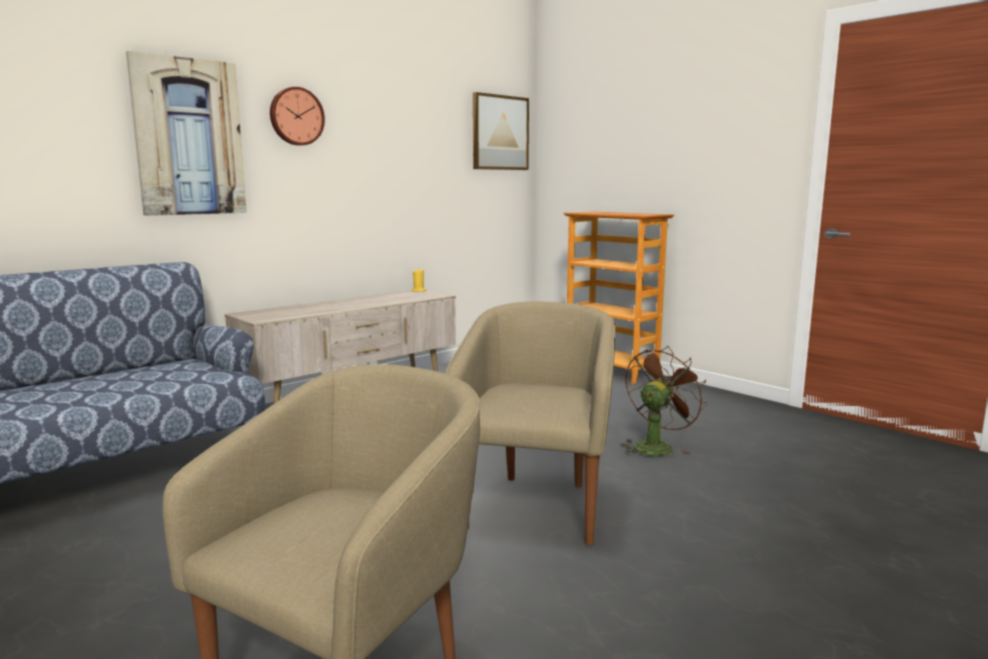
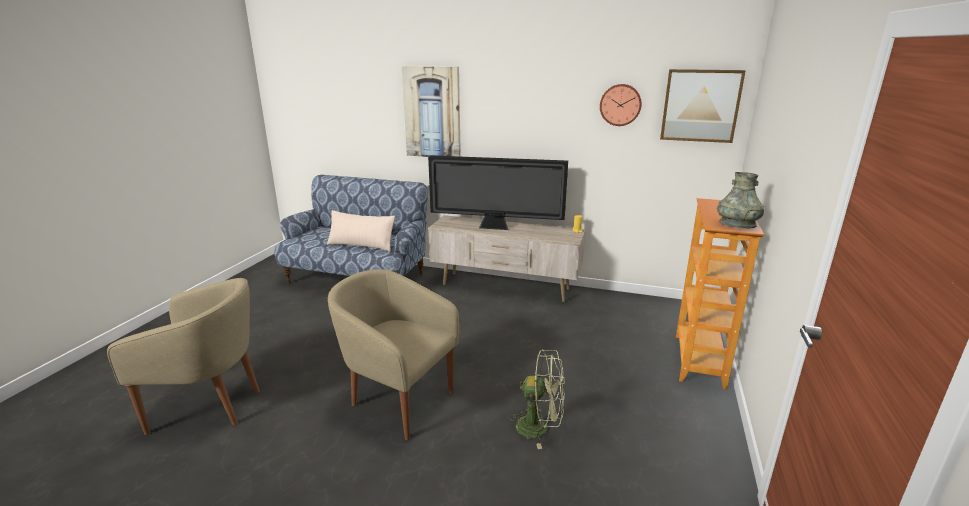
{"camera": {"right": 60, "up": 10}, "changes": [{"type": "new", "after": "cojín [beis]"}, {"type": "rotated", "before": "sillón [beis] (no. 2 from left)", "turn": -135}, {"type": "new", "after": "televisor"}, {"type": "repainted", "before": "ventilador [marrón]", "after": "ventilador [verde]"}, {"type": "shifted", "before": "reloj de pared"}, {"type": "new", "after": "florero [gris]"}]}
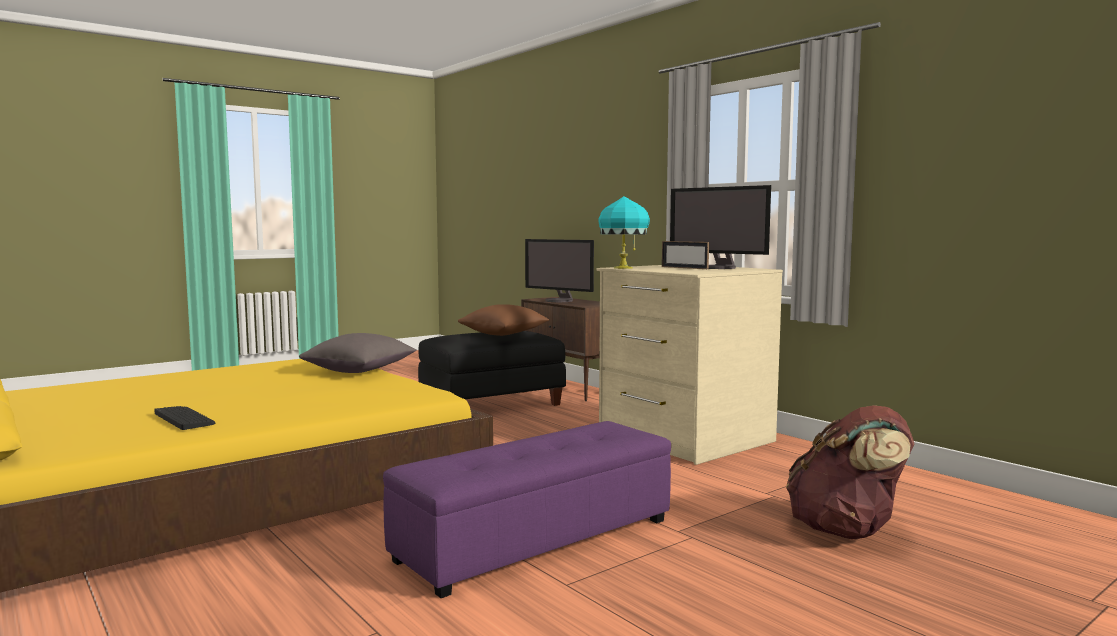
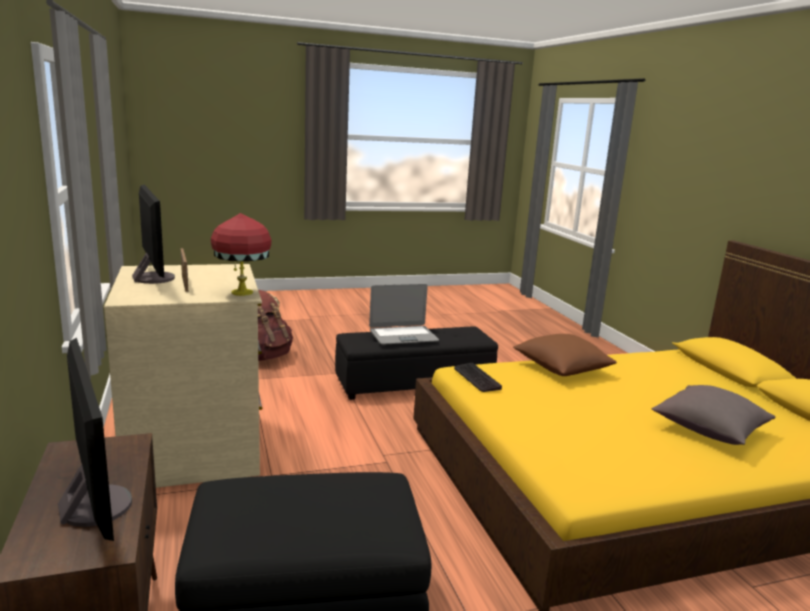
{"camera": {"right": -160, "up": 10}, "changes": [{"type": "repainted", "before": "lámpara de mesa [turquesa]", "after": "lámpara de mesa [rojo]"}, {"type": "repainted", "before": "puf [morado]", "after": "puf [negro] (no. 2 from left)"}, {"type": "new", "after": "portátil"}, {"type": "shifted", "before": "teclado"}, {"type": "shifted", "before": "cojín [marrón]"}, {"type": "shifted", "before": "cojín [gris]"}]}
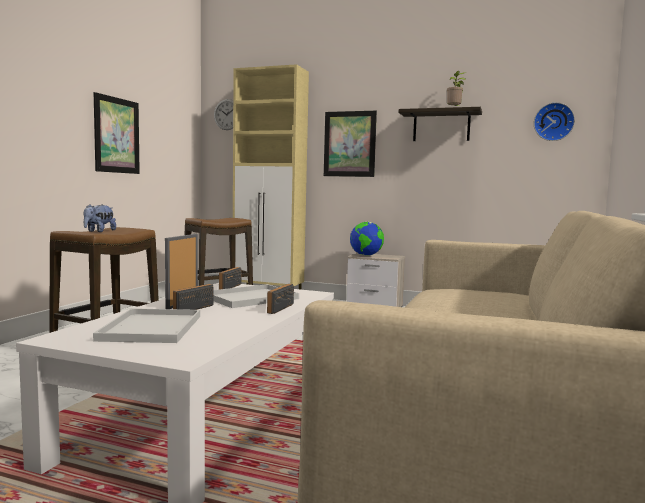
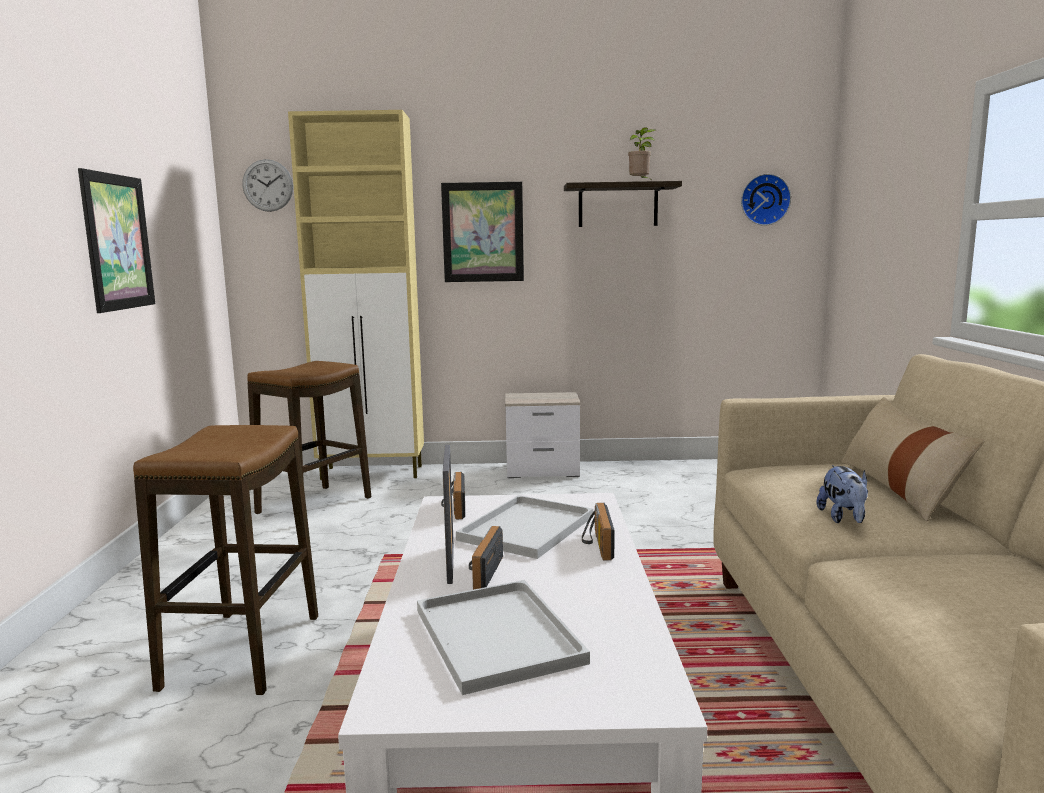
{"camera": {"right": -20, "up": 5}, "changes": [{"type": "shifted", "before": "peluche"}, {"type": "new", "after": "cojín [beis]"}, {"type": "gone", "before": "globo terráqueo"}]}
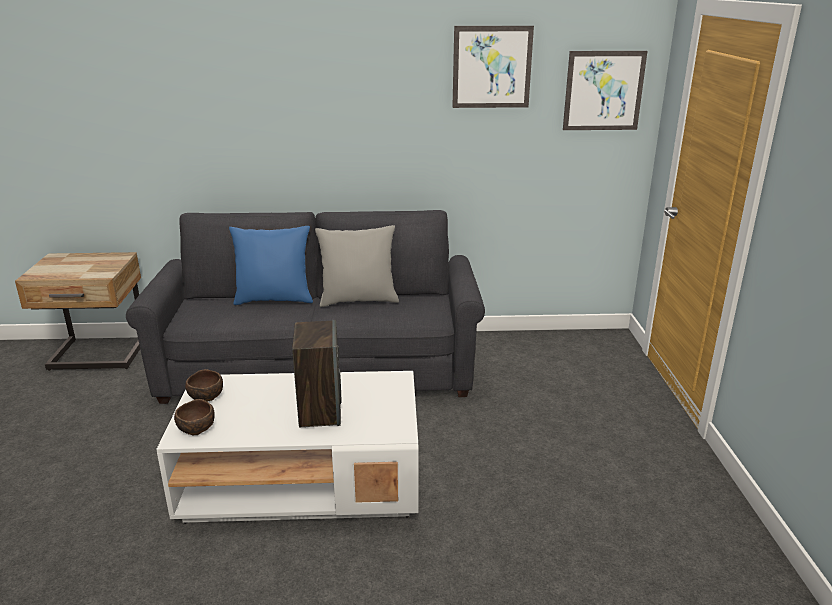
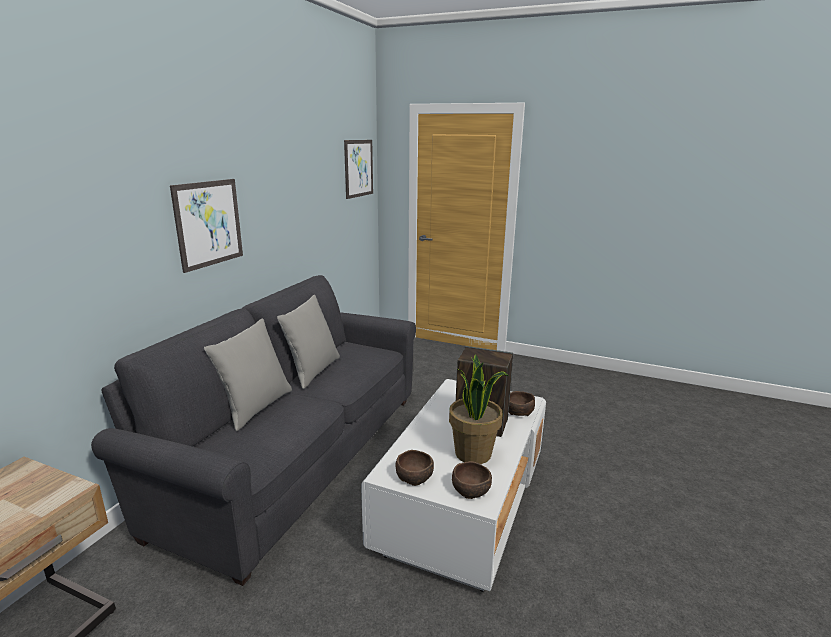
{"camera": {"right": -65, "up": -5}, "changes": [{"type": "shifted", "before": "cuadro (no. 1 from left)"}, {"type": "repainted", "before": "cojín [azul]", "after": "cojín [gris] (no. 1 from left)"}, {"type": "new", "after": "planta en maceta"}, {"type": "new", "after": "cuenco [marrón] (no. 3 from left)"}]}
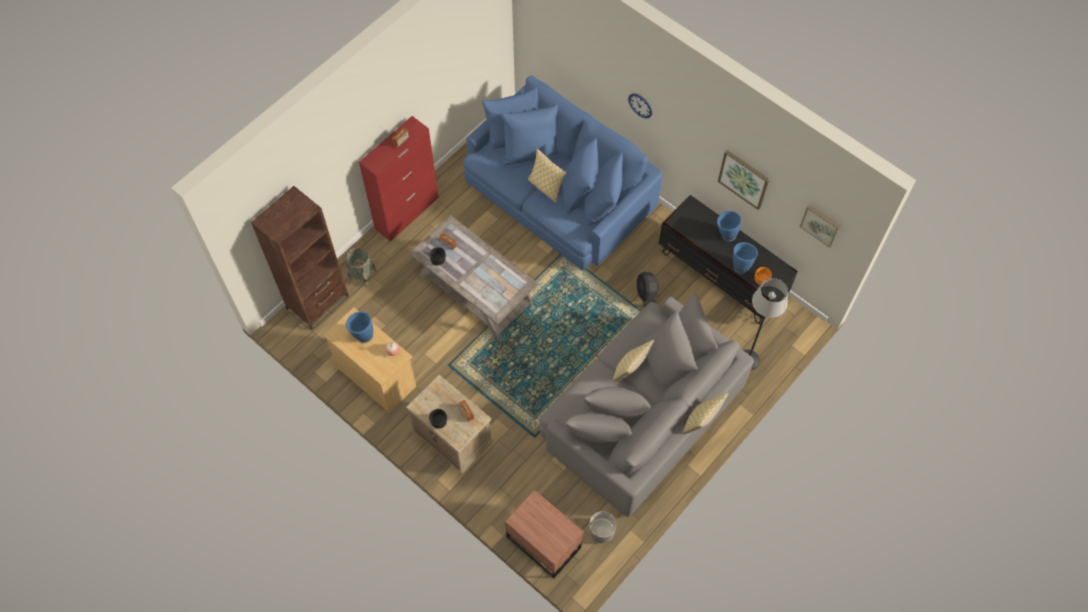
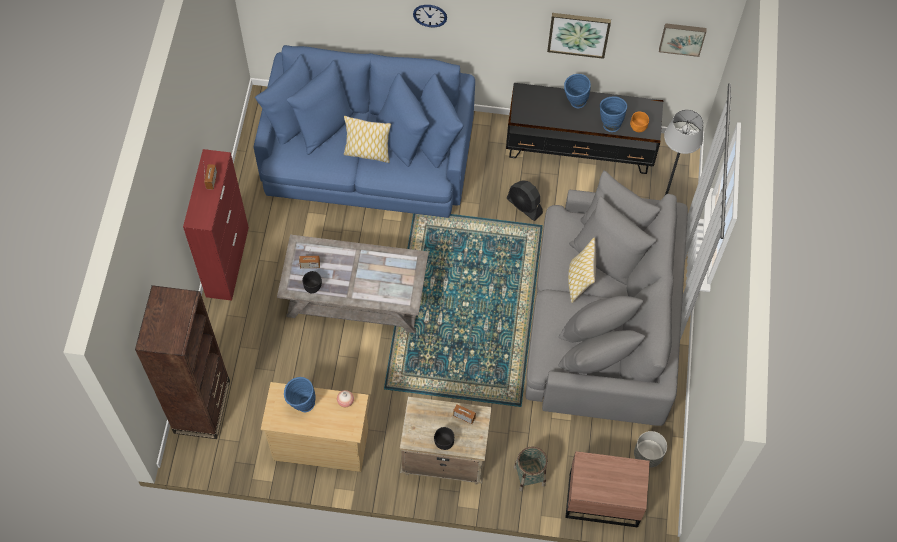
{"camera": {"right": -35, "up": 0}, "changes": [{"type": "shifted", "before": "cesta"}, {"type": "gone", "before": "cojín (no. 3 from left)"}]}
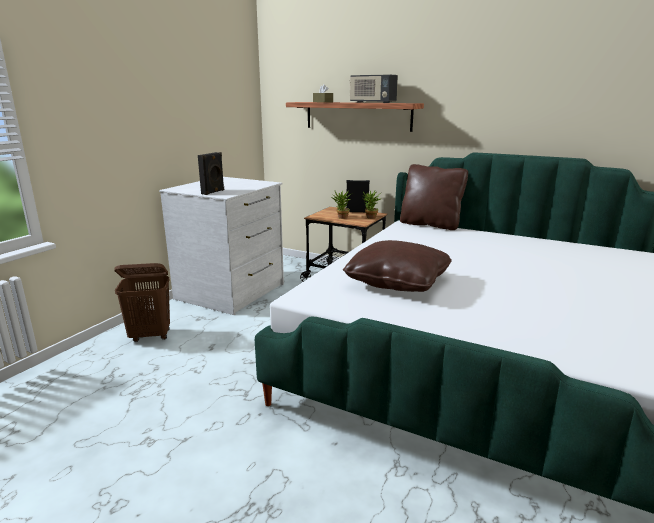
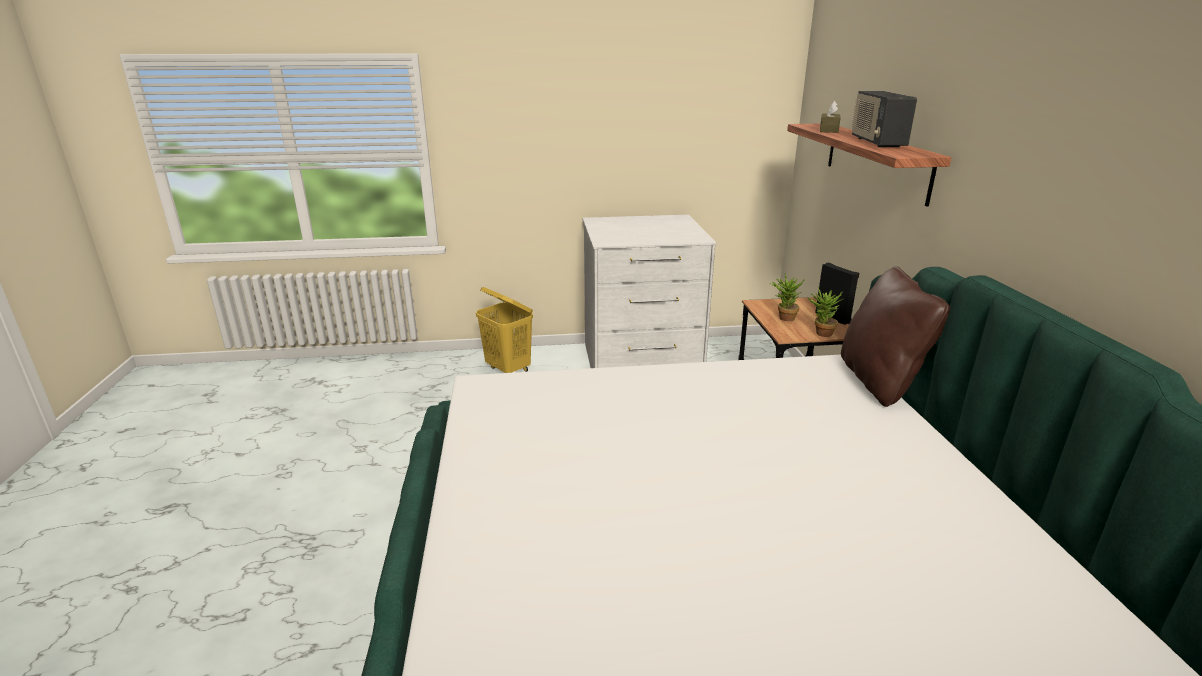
{"camera": {"right": 55, "up": 5}, "changes": [{"type": "repainted", "before": "cesto de la ropa [marrón]", "after": "cesto de la ropa [amarillo]"}, {"type": "gone", "before": "altavoz [negro] (no. 1 from left)"}, {"type": "gone", "before": "cojín [marrón] (no. 1 from left)"}]}
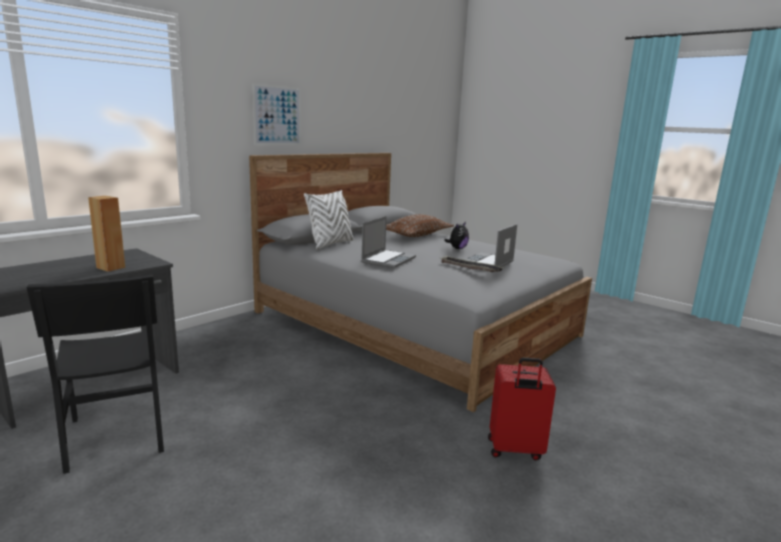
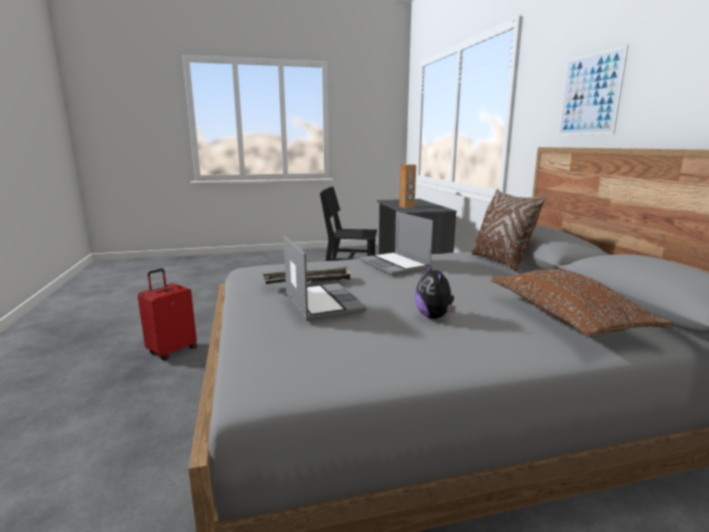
{"camera": {"right": 125, "up": 0}, "changes": [{"type": "repainted", "before": "cojín [blanco]", "after": "cojín [marrón] (no. 1 from left)"}]}
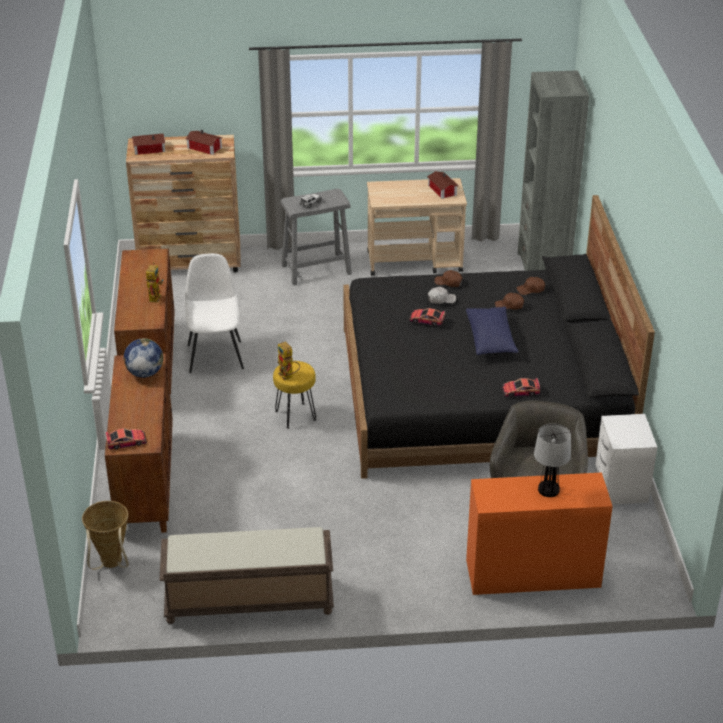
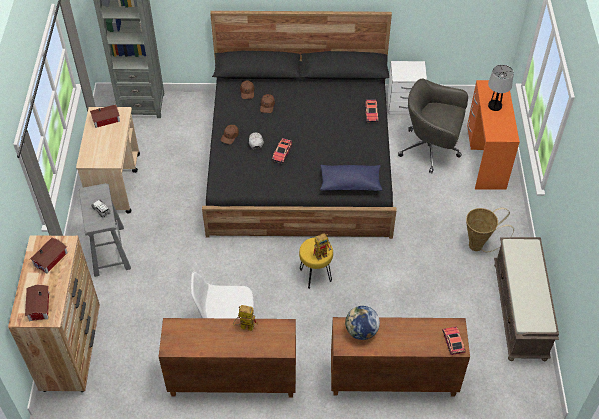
{"camera": {"right": -85, "up": 15}, "changes": [{"type": "shifted", "before": "cojín [azul]"}, {"type": "shifted", "before": "cesta"}]}
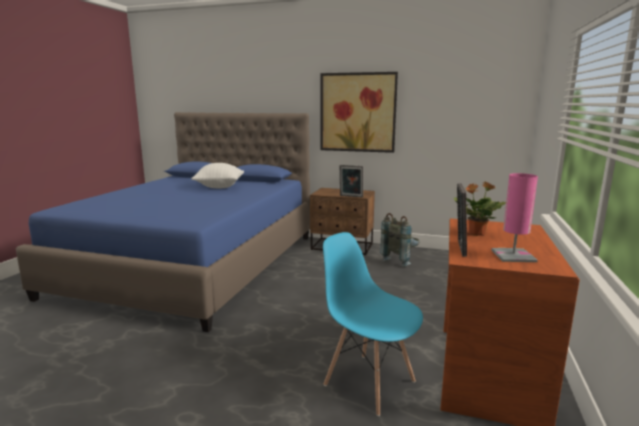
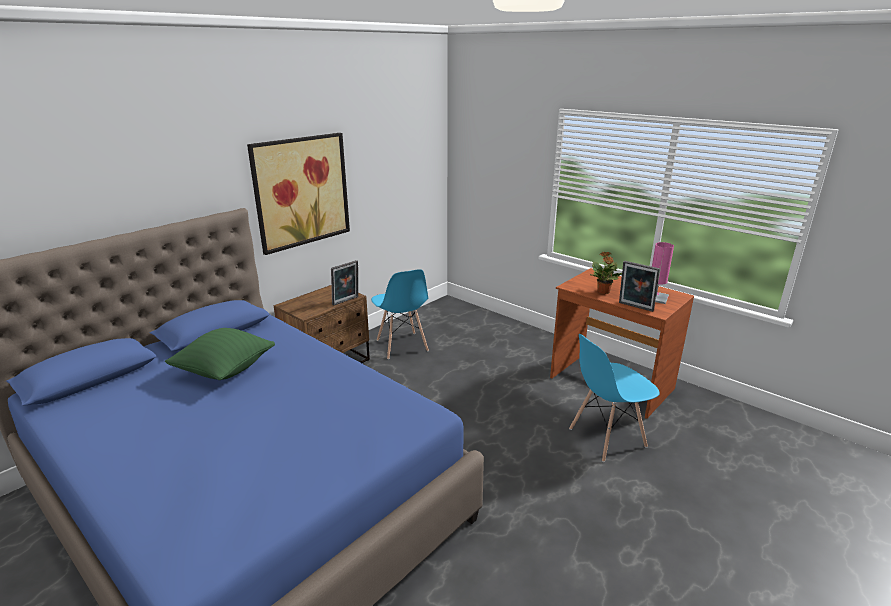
{"camera": {"right": -65, "up": 10}, "changes": [{"type": "repainted", "before": "cojín [blanco]", "after": "cojín [verde]"}, {"type": "swapped", "before": "mochila [gris]", "after": "silla [azul] (no. 1 from left)"}]}
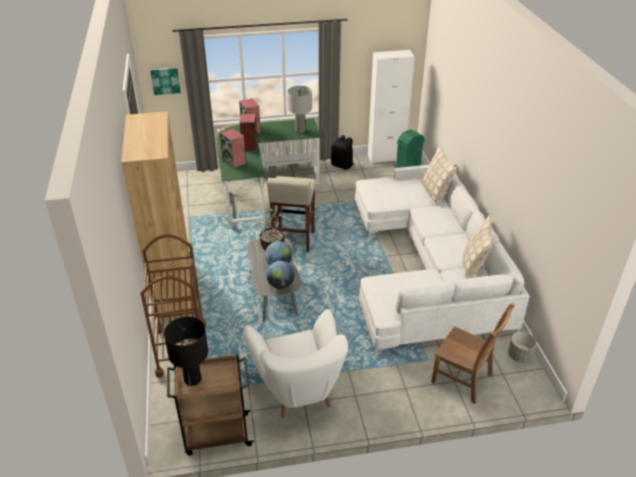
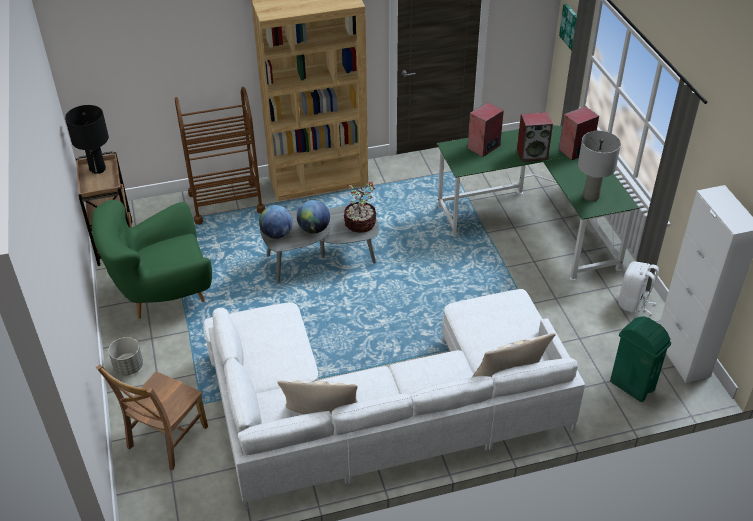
{"camera": {"right": 85, "up": 5}, "changes": [{"type": "repainted", "before": "sillón [blanco]", "after": "sillón [verde]"}, {"type": "shifted", "before": "maceta [gris]"}, {"type": "repainted", "before": "mochila [negro]", "after": "mochila [blanco]"}, {"type": "gone", "before": "taburete [beis]"}]}
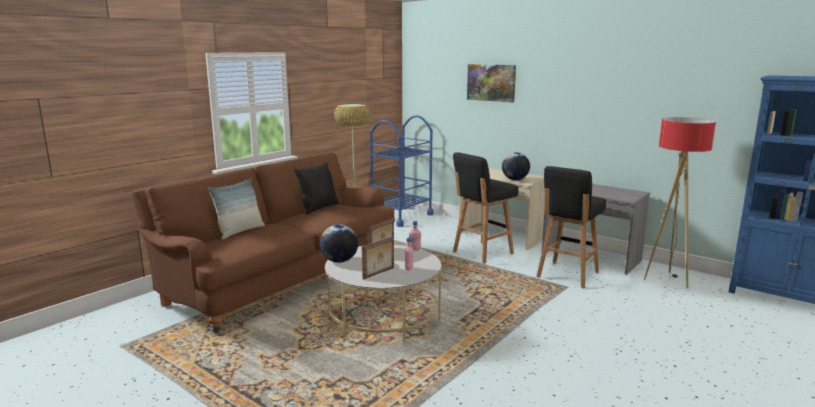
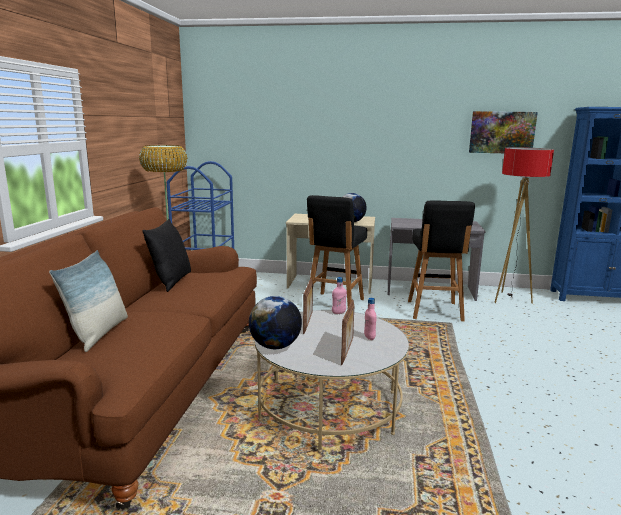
{"camera": {"right": -30, "up": 0}, "changes": [{"type": "shifted", "before": "cuadro"}]}
